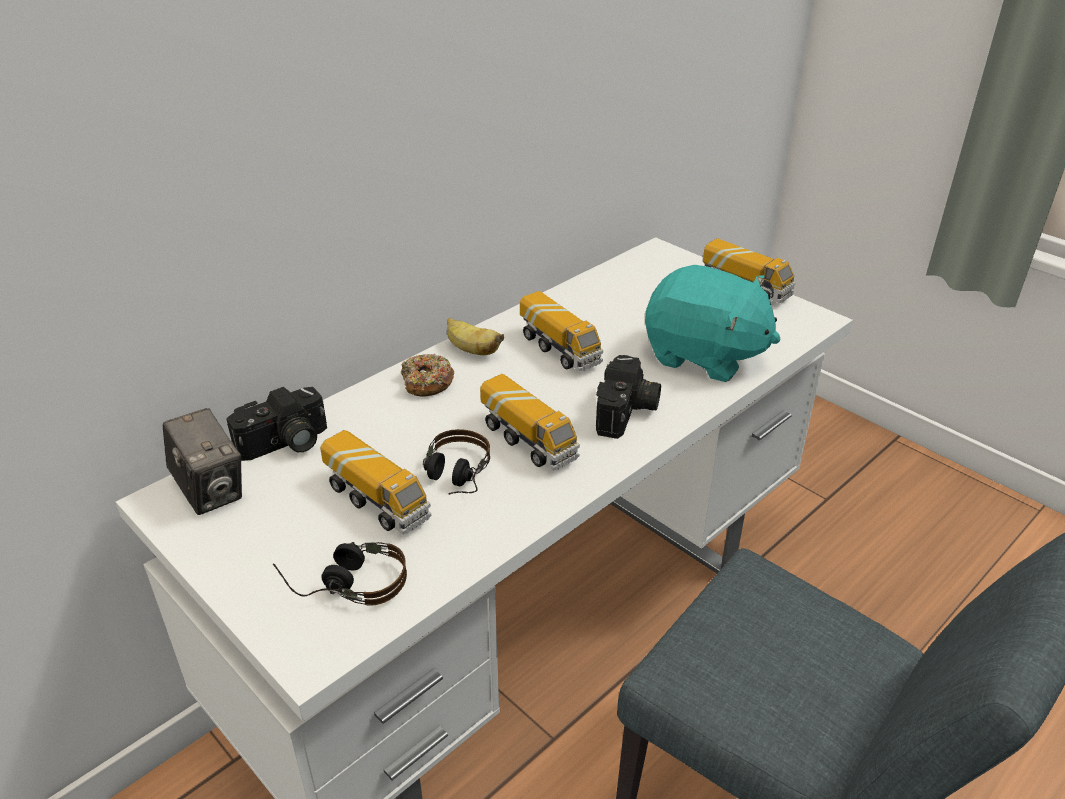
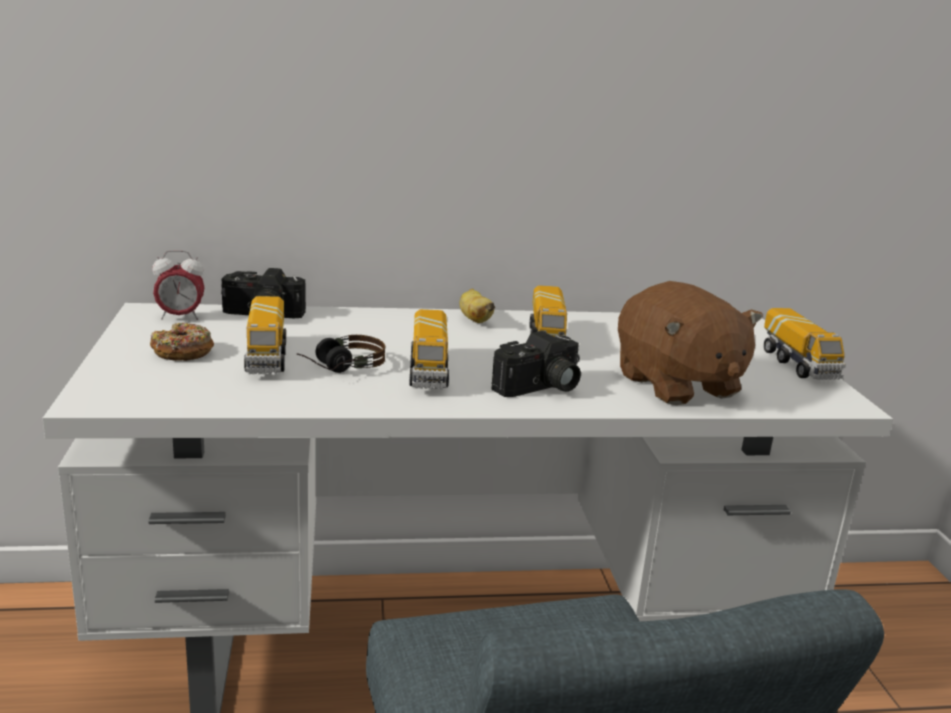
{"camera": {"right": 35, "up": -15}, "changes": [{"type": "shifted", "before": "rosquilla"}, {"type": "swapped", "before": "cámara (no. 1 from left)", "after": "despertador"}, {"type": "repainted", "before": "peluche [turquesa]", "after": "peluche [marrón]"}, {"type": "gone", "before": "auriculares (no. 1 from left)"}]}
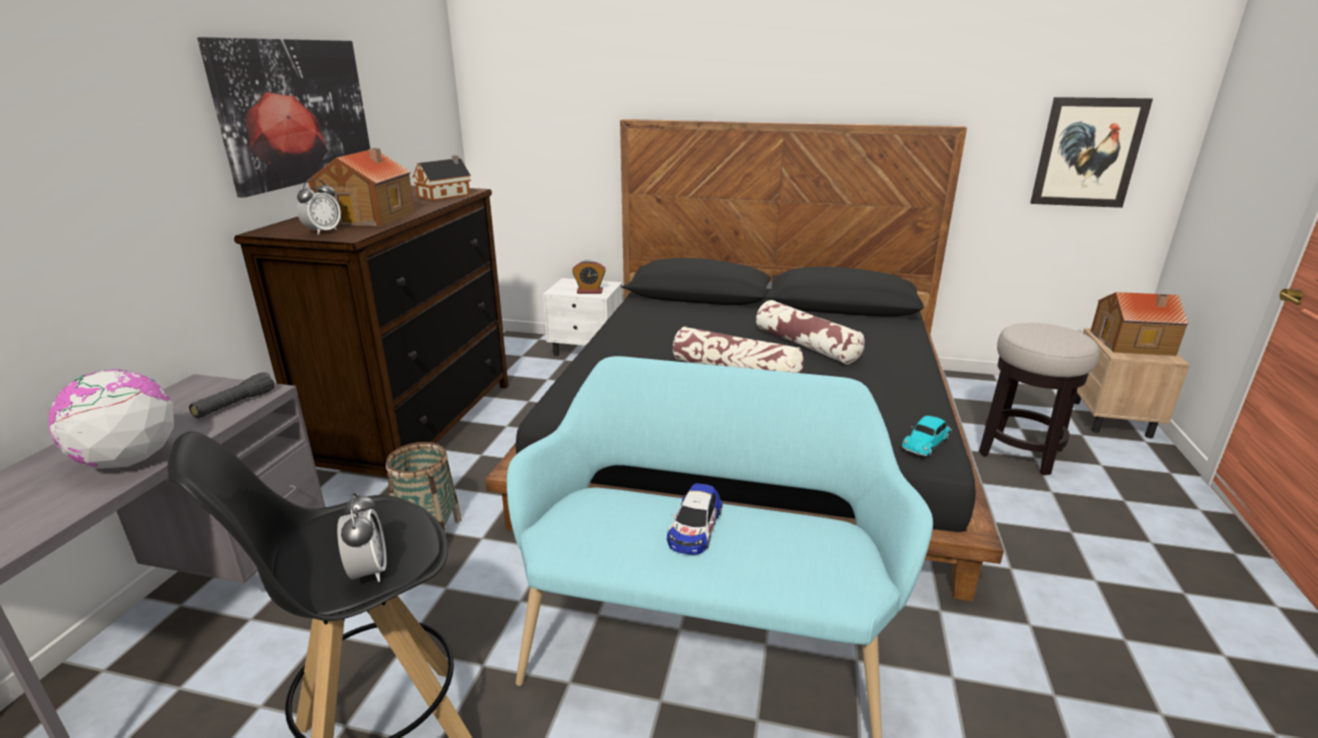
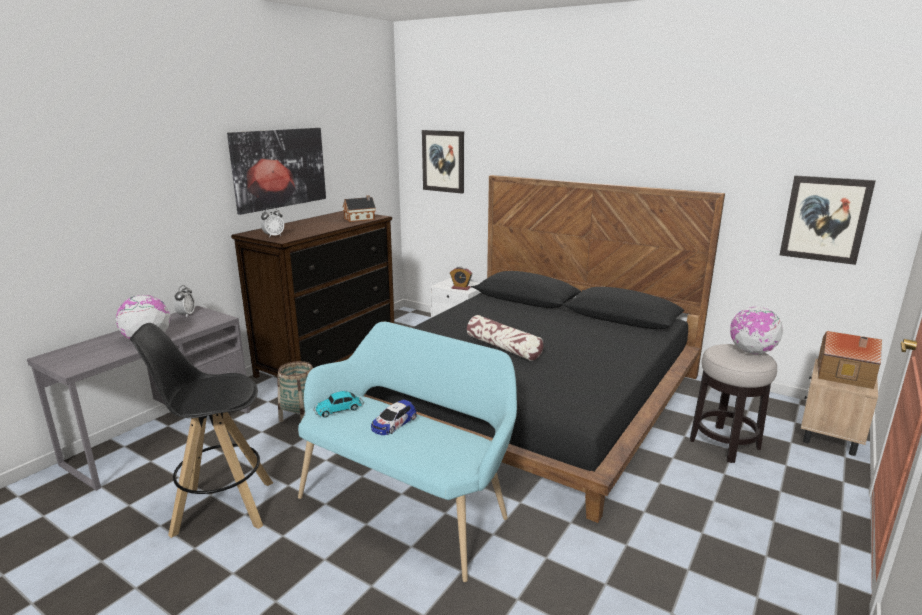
{"camera": {"right": 20, "up": -5}, "changes": [{"type": "shifted", "before": "despertador (no. 2 from left in the first image)", "after": "despertador (no. 1 from left)"}, {"type": "shifted", "before": "coche de juguete (no. 2 from left in the first image)", "after": "coche de juguete (no. 1 from left)"}, {"type": "new", "after": "cuadro (no. 2 from left)"}, {"type": "new", "after": "globo terráqueo (no. 2 from left)"}, {"type": "gone", "before": "linterna [negro]"}, {"type": "gone", "before": "casita (no. 1 from left)"}, {"type": "gone", "before": "cojín (no. 2 from left)"}]}
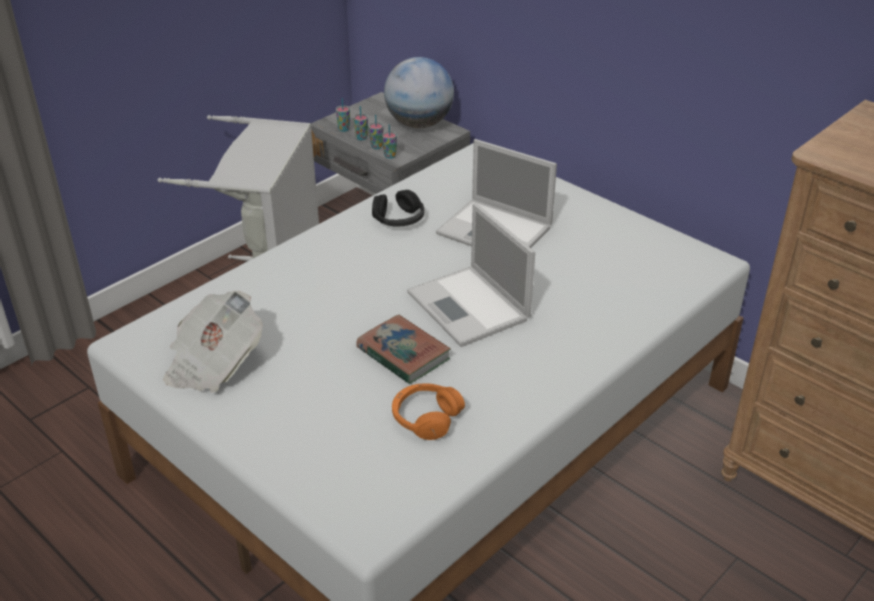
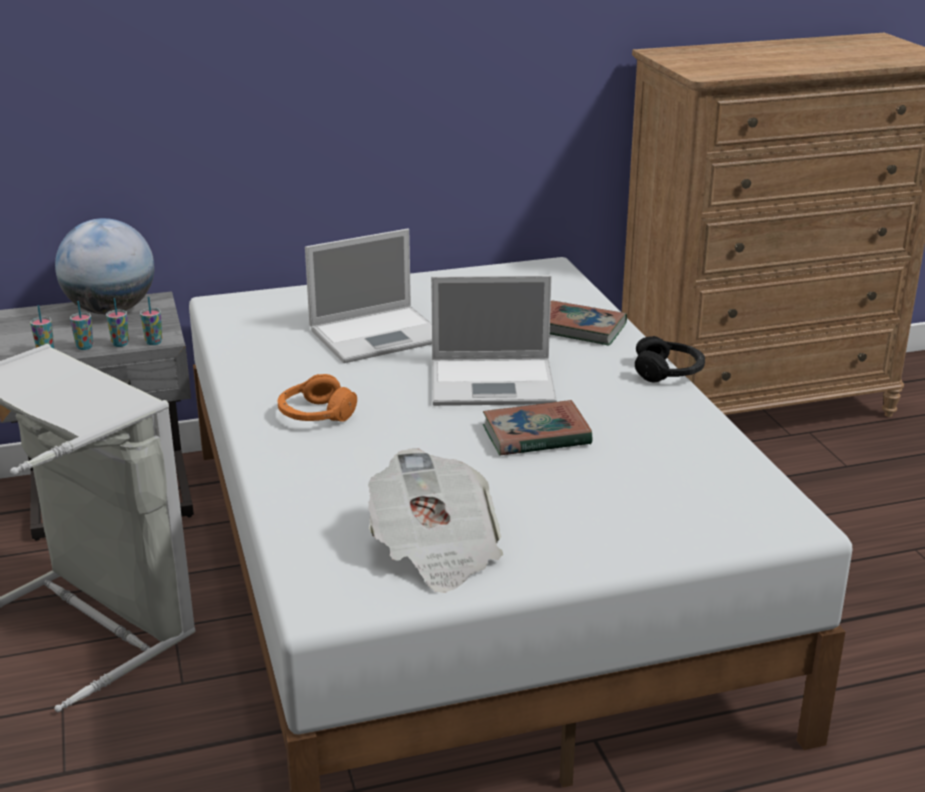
{"camera": {"right": -60, "up": -10}, "changes": [{"type": "shifted", "before": "auriculares [naranja]"}, {"type": "new", "after": "libro (no. 2 from left)"}, {"type": "shifted", "before": "auriculares [negro]"}]}
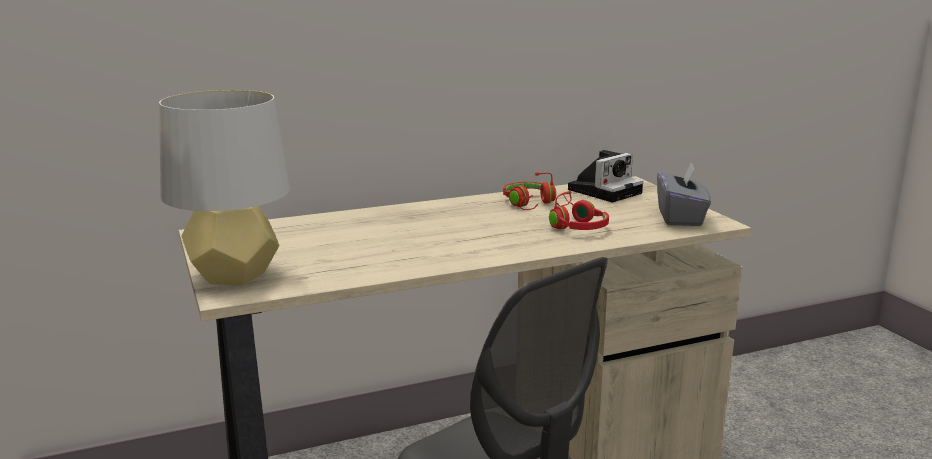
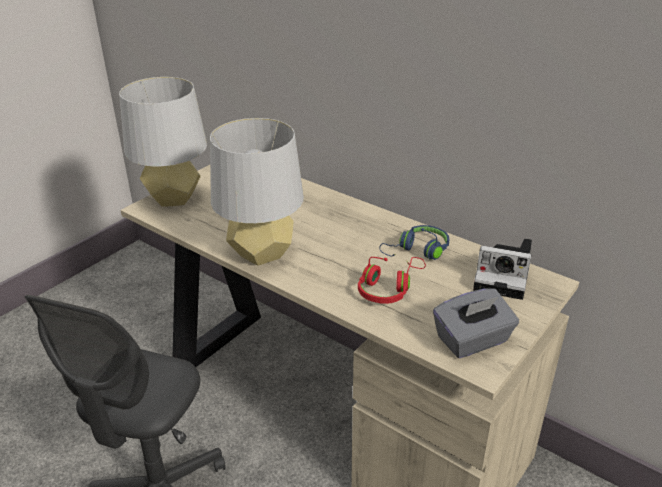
{"camera": {"right": 60, "up": 15}, "changes": [{"type": "new", "after": "lámpara de mesa [gris] (no. 2 from left)"}, {"type": "repainted", "before": "auriculares [rojo] (no. 1 from left)", "after": "auriculares [azul]"}]}
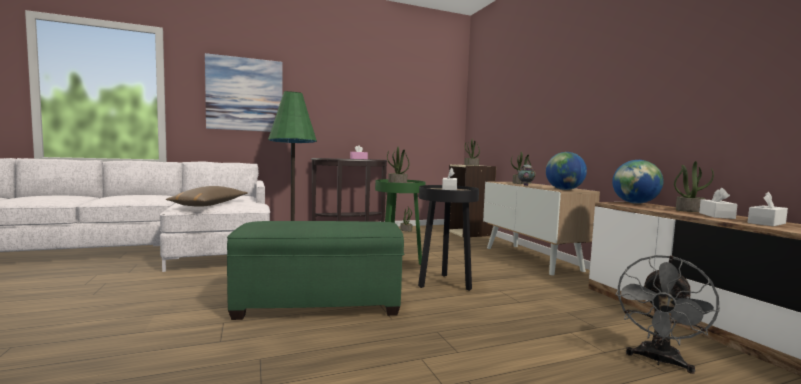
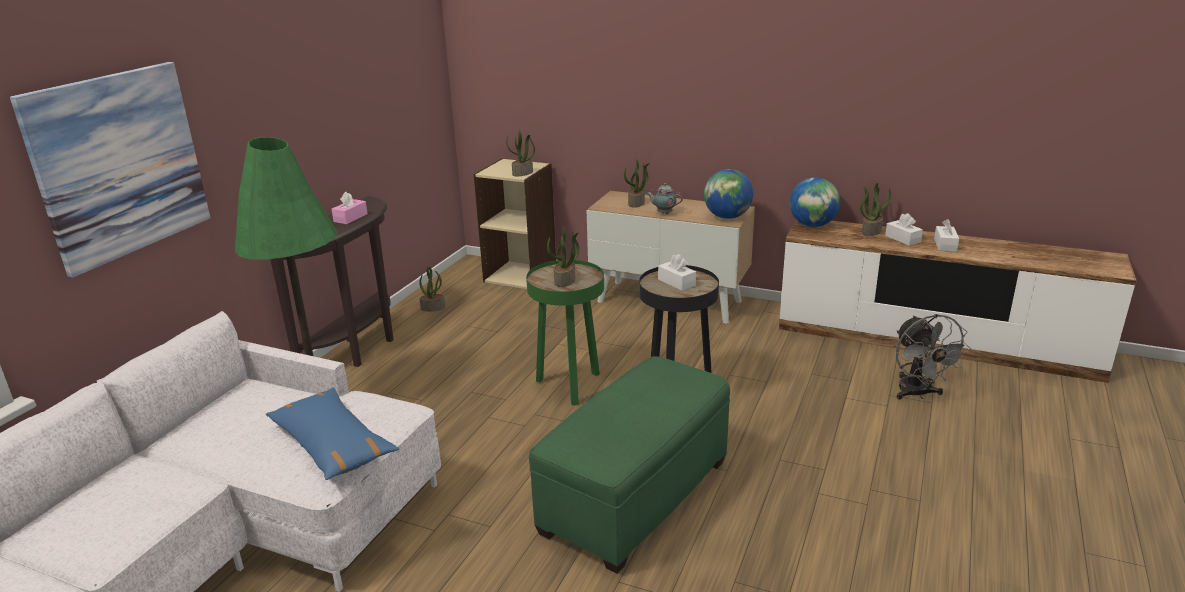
{"camera": {"right": -45, "up": 20}, "changes": [{"type": "repainted", "before": "cojín [marrón]", "after": "cojín [azul]"}]}
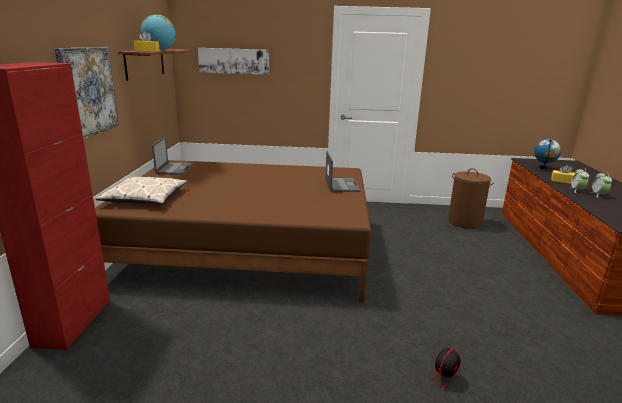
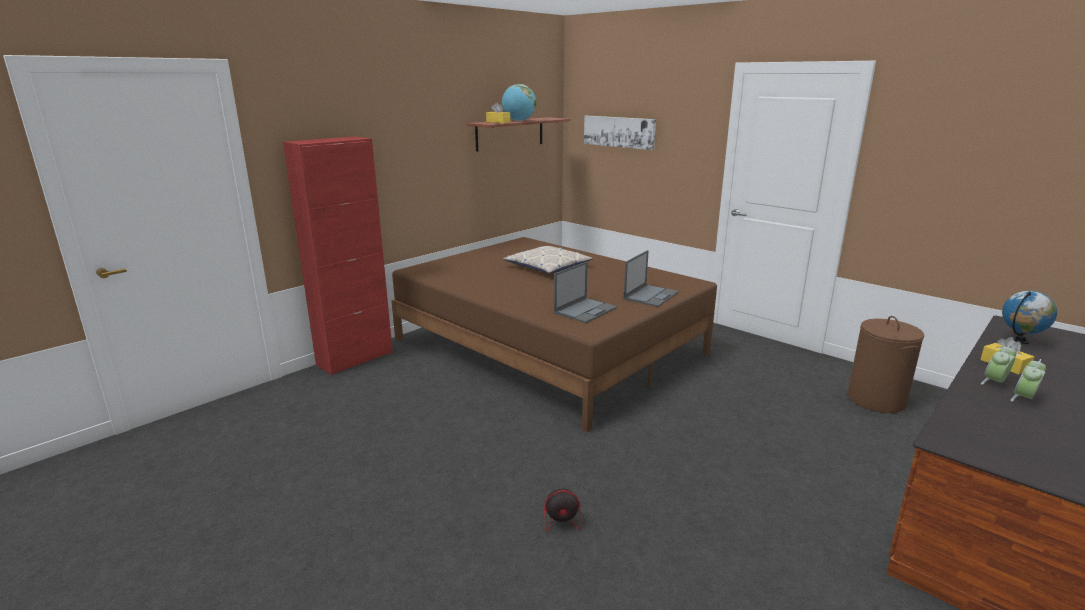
{"camera": {"right": 40, "up": 0}, "changes": [{"type": "shifted", "before": "cojín"}, {"type": "shifted", "before": "portátil (no. 1 from left)"}, {"type": "gone", "before": "cuadro (no. 1 from left)"}]}
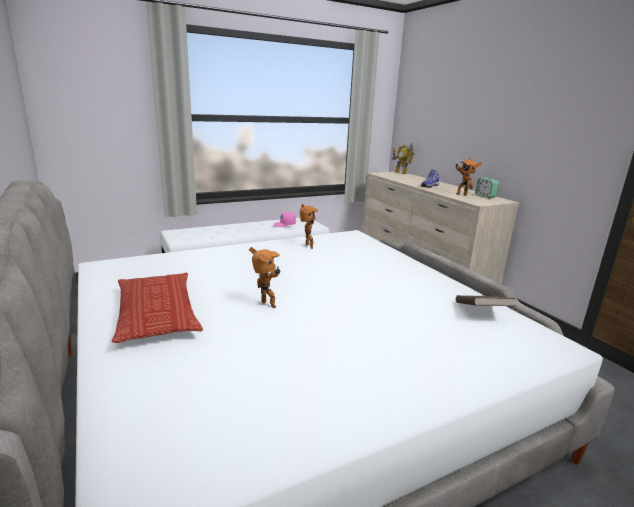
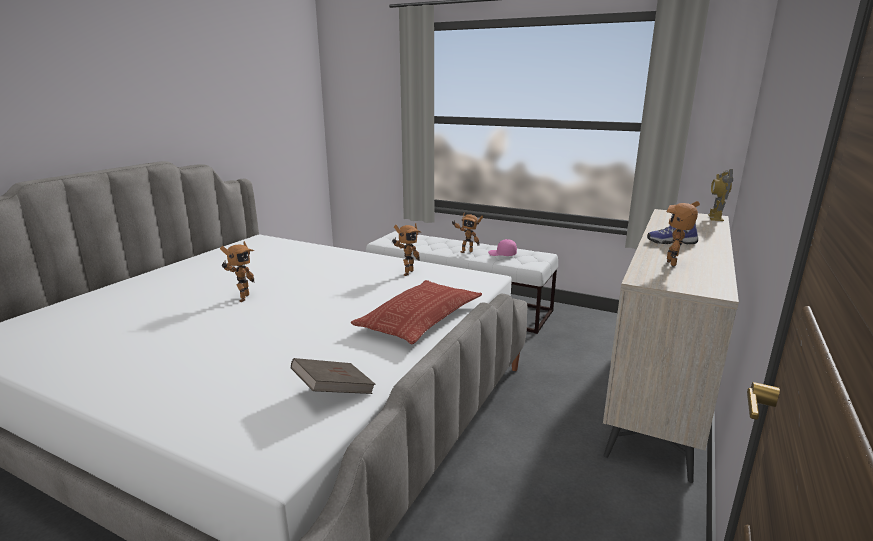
{"camera": {"right": 55, "up": 0}, "changes": [{"type": "shifted", "before": "cojín"}, {"type": "new", "after": "robot de juguete (no. 3 from left)"}, {"type": "gone", "before": "despertador"}]}
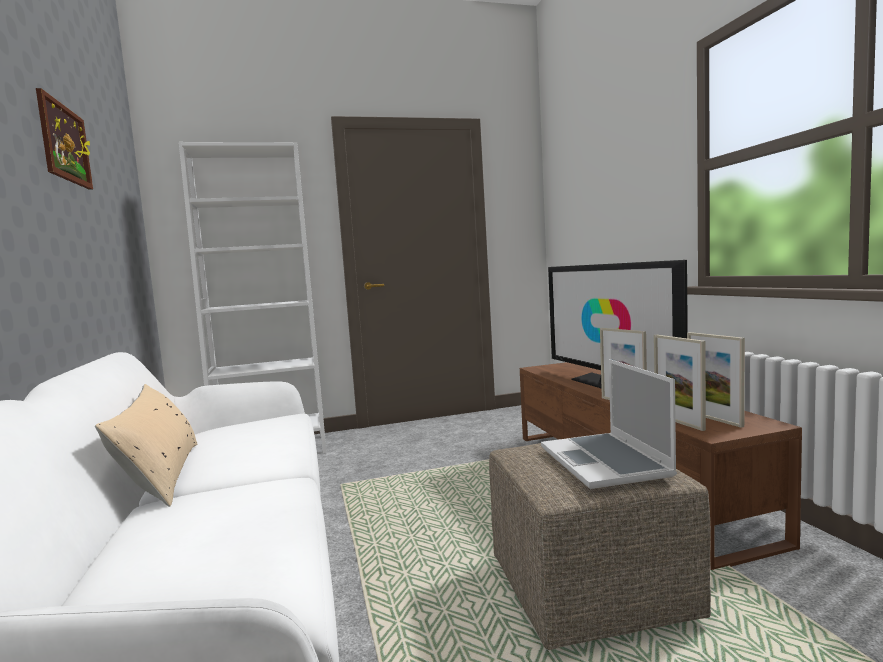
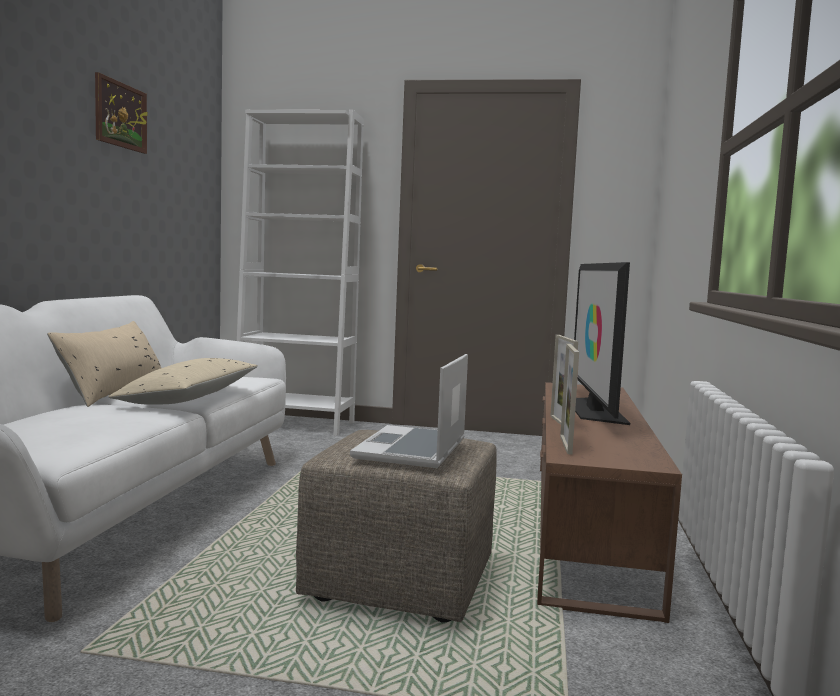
{"camera": {"right": 25, "up": 0}, "changes": [{"type": "new", "after": "cojín [beis] (no. 2 from left)"}, {"type": "gone", "before": "portarretratos (no. 3 from left)"}]}
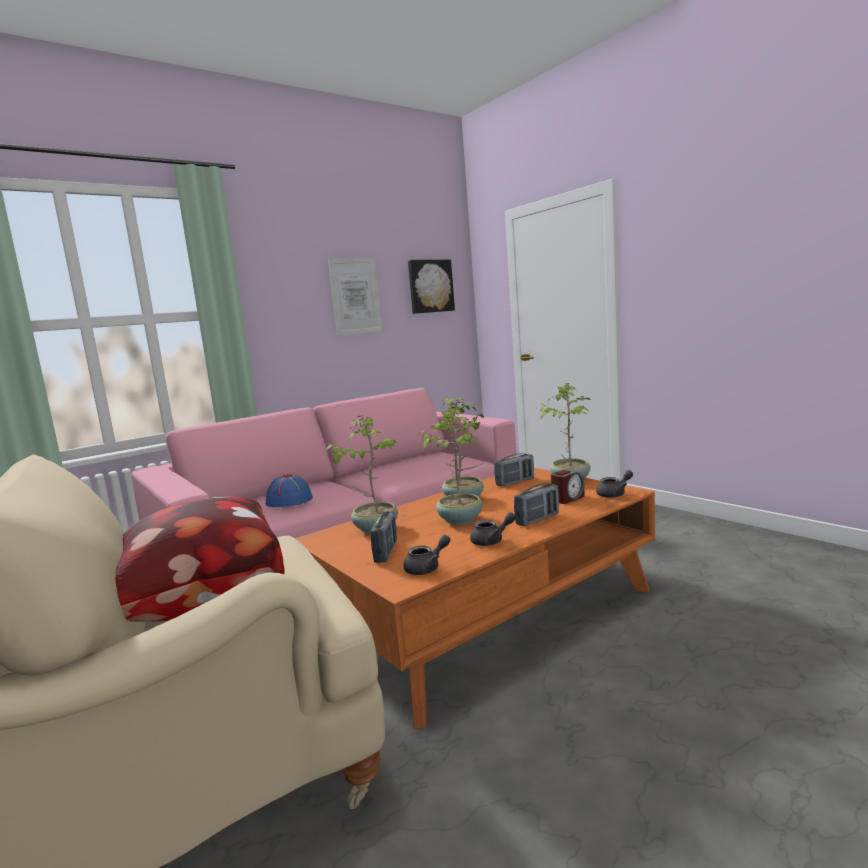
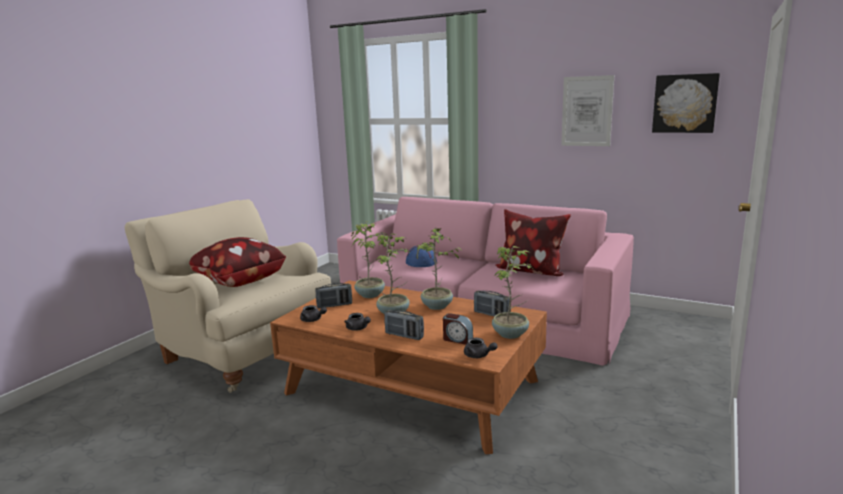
{"camera": {"right": 65, "up": 5}, "changes": [{"type": "new", "after": "cojín (no. 2 from left)"}]}
